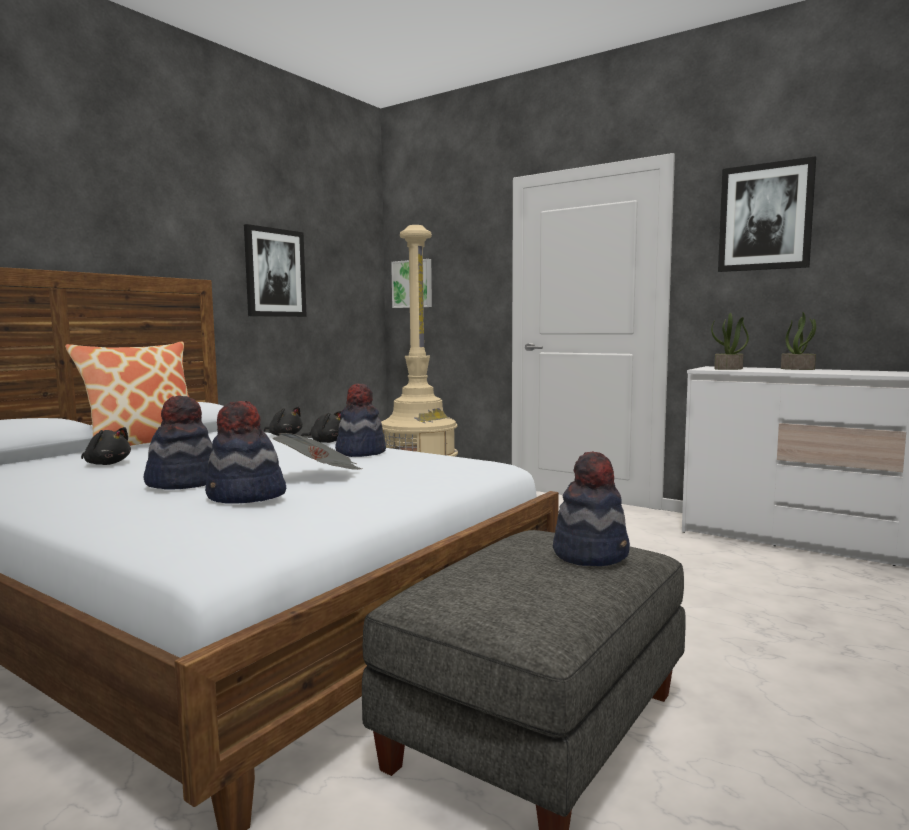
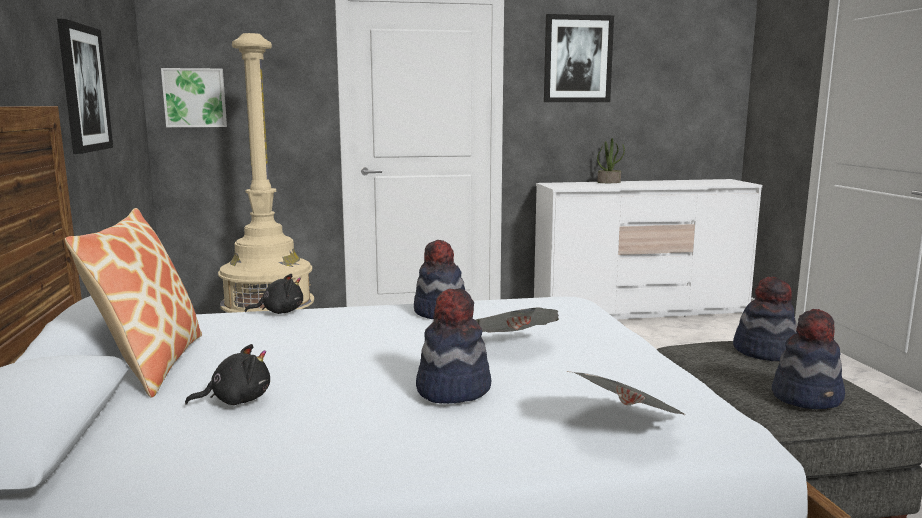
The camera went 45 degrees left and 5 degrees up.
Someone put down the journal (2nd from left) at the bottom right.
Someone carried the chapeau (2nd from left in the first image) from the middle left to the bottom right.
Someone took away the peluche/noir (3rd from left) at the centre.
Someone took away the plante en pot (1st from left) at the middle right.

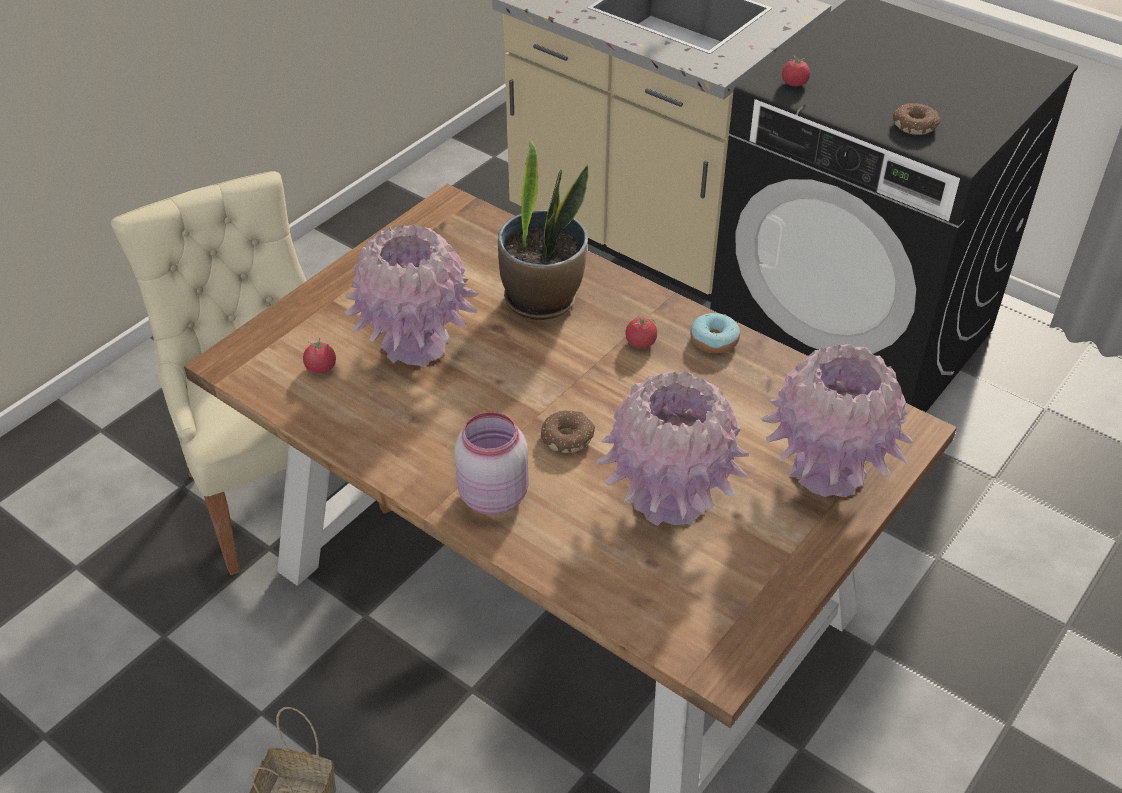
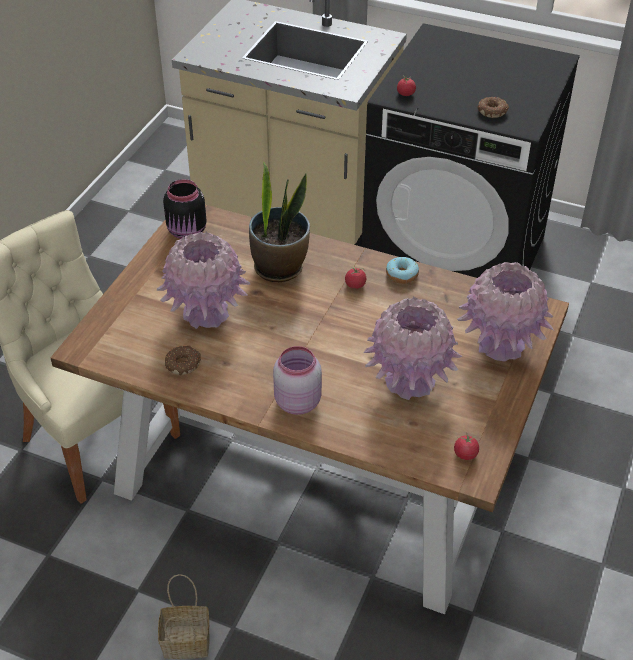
The camera went 15 degrees left and 0 degrees up.
Someone put down the bocal/noir at the top left.
Someone carried the beignet (1st from left) from the centre to the middle left.
Someone carried the tomate (1st from left in the first image) from the middle left to the bottom right.

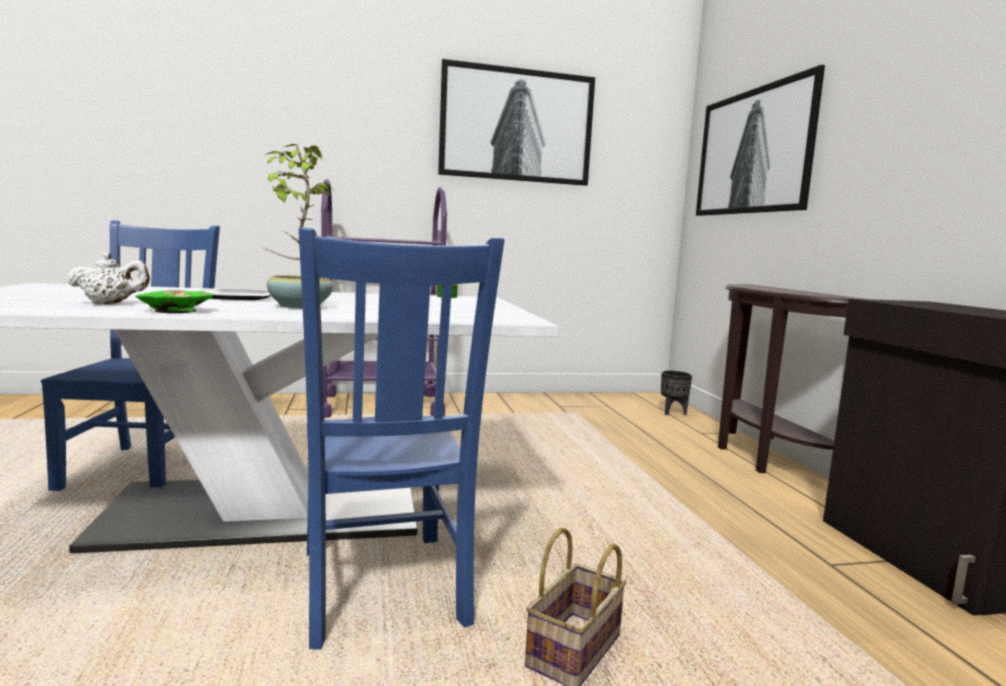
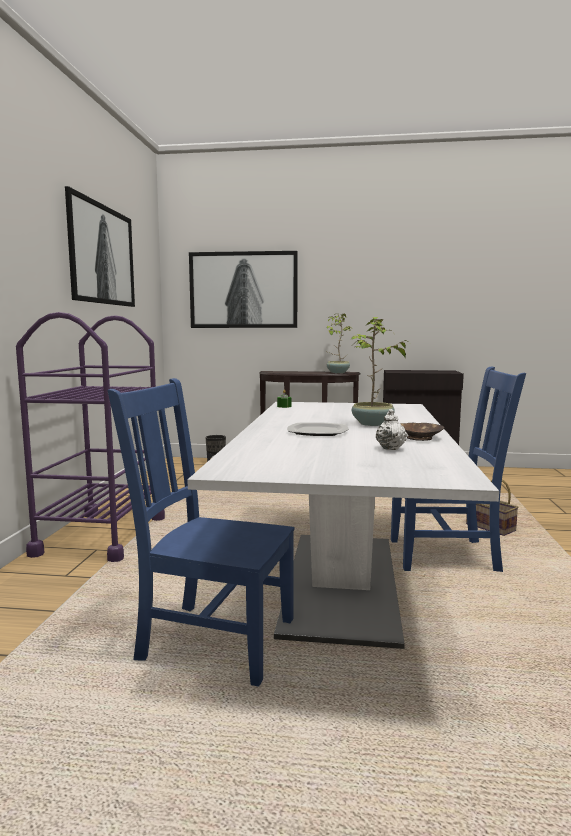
The camera went 70 degrees left and 0 degrees up.
Someone put down the plante en pot (1st from left) at the centre.
Someone repainted the bol/vert at the middle left, which became the bol/marron at the middle right.

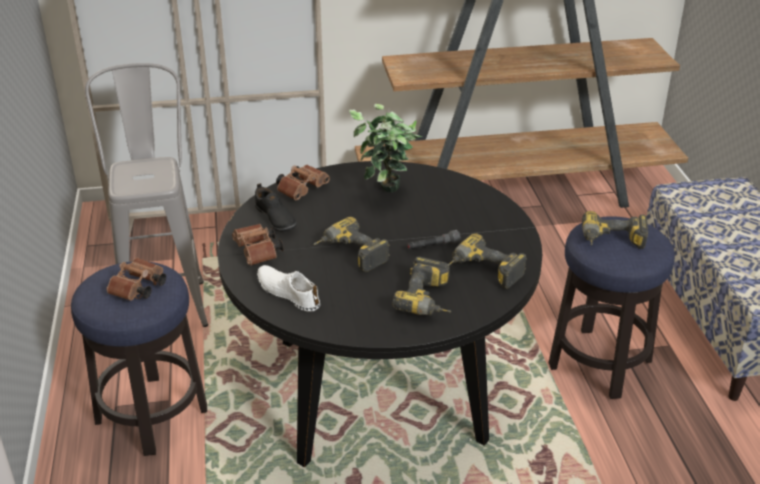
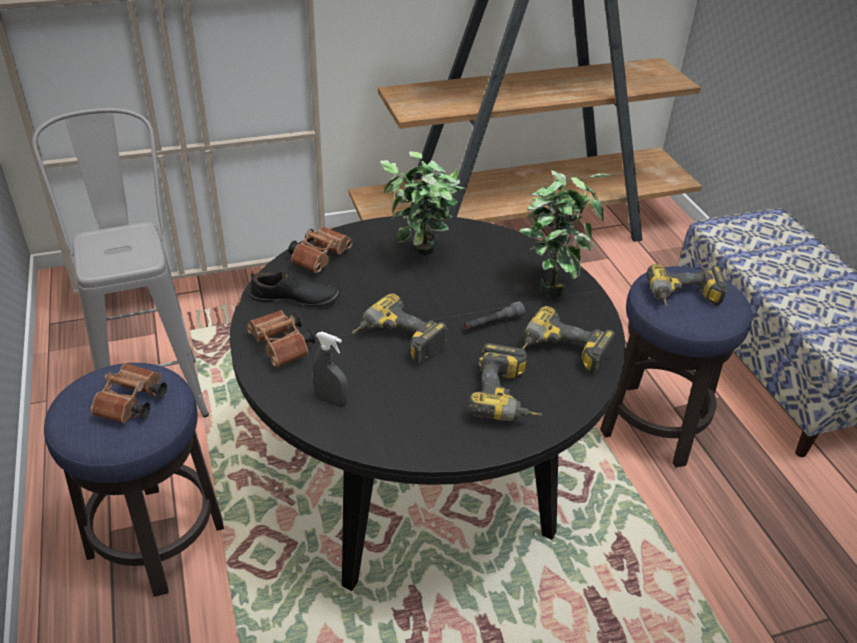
The camera went 10 degrees left and 5 degrees up.
Someone rotated the chaussure/noir at the centre by 45 degrees counterclockwise.
Someone swapped the chaussure/blanc at the centre for the vaporisateur/gris at the centre.
Someone put down the plante en pot (2nd from left) at the centre.

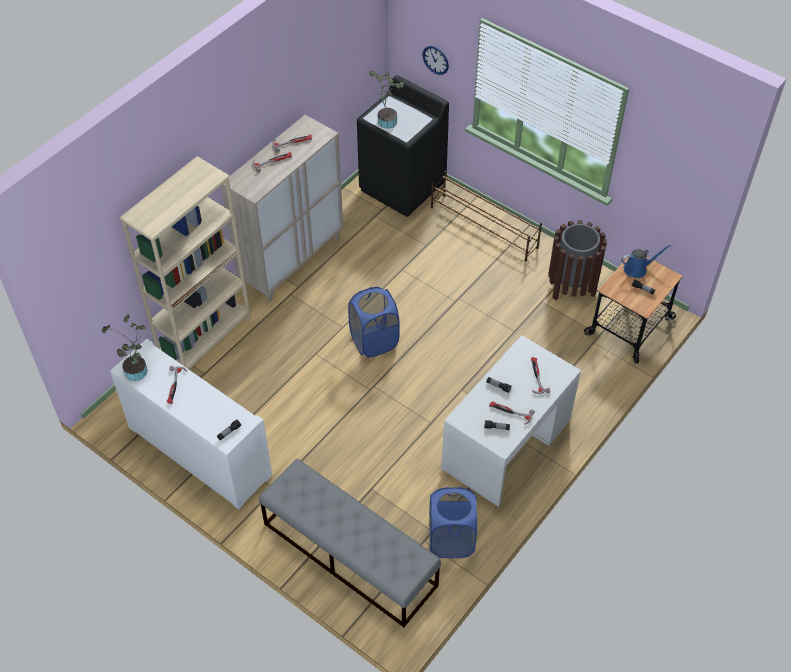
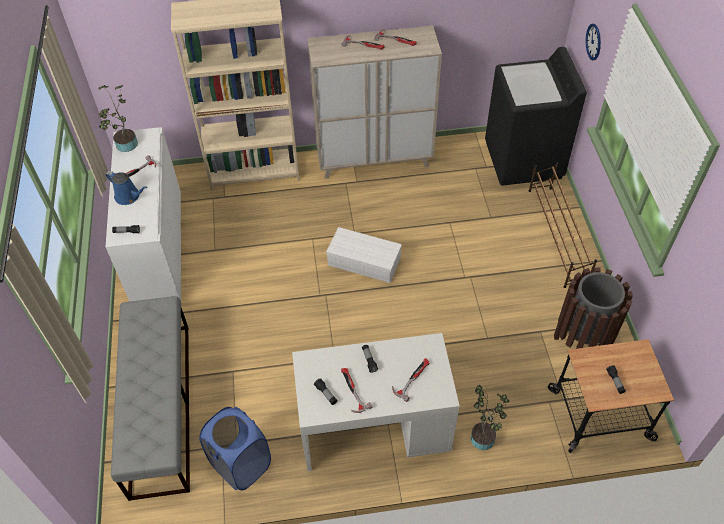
The camera went 45 degrees right and 0 degrees up.
Someone carried the arrosoir/bleu from the middle right to the middle left.
Someone swapped the panier à linge/bleu (1st from left) at the centre for the boîte de rangement/blanc at the centre.
Someone carried the plante en pot (2nd from left) from the top centre to the bottom right.

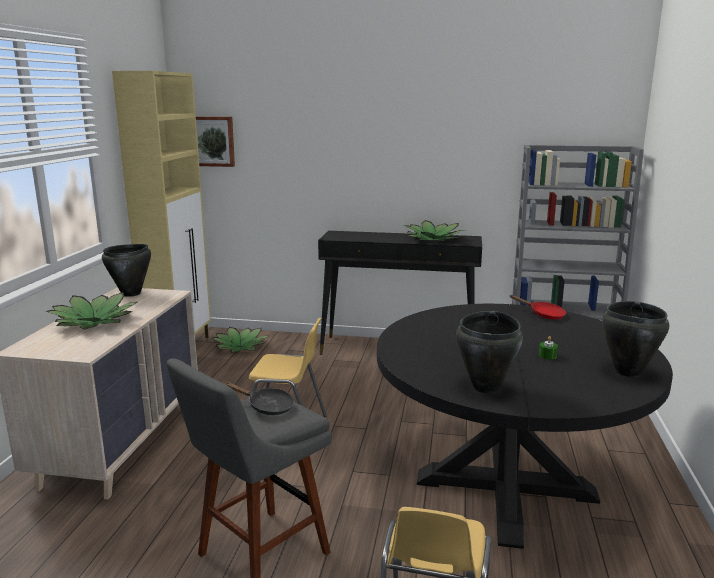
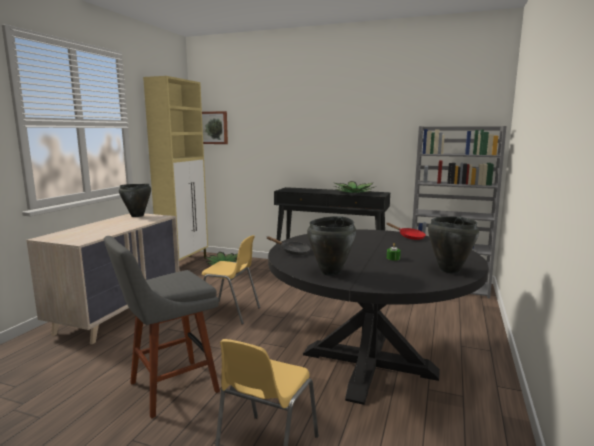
The camera went 10 degrees right and 5 degrees down.
Someone carried the poêle/noir from the bottom centre to the centre.
Someone took away the plante en pot (1st from left) at the middle left.

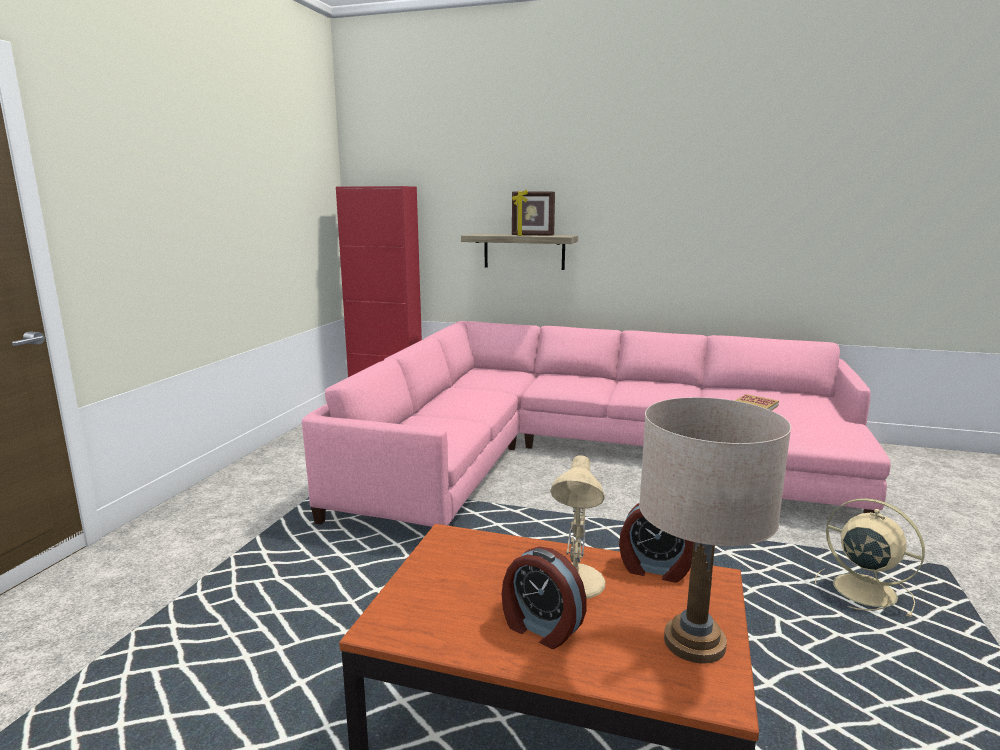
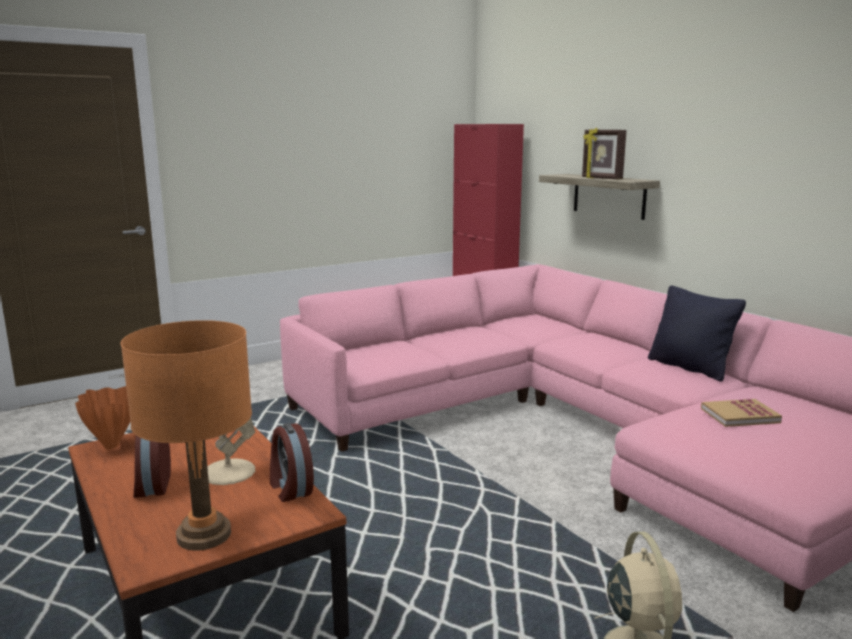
The camera went 40 degrees right and 0 degrees up.
Someone put down the vase/orange at the middle left.
Someone repainted the lampe de table/beige (2nd from left) at the bottom right, which became the lampe de table/orange at the bottom left.
Someone put down the coussin/noir at the middle right.

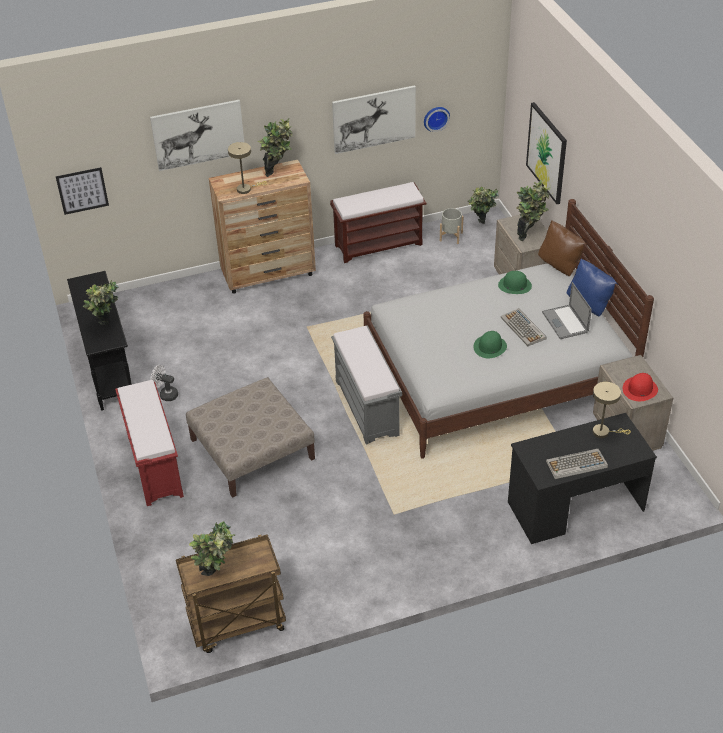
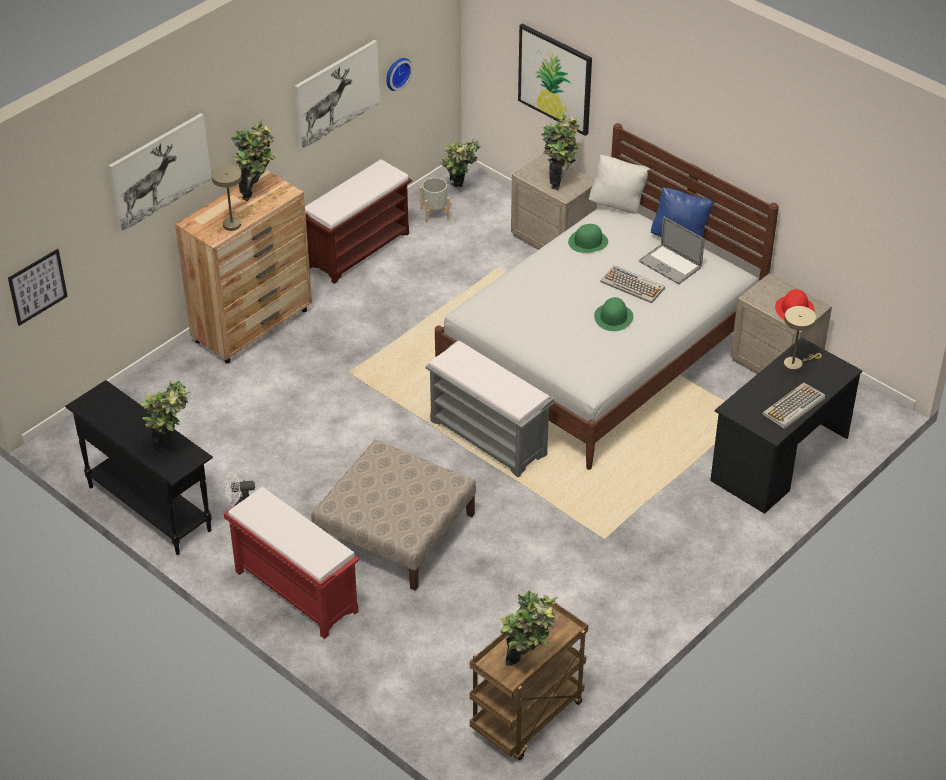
The camera went 30 degrees left and 0 degrees up.
Someone repainted the coussin/marron at the middle right, which became the coussin/blanc at the top centre.

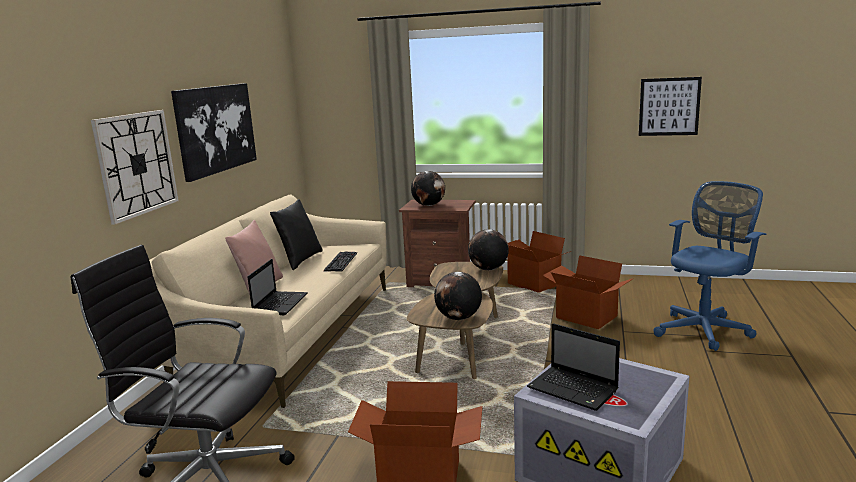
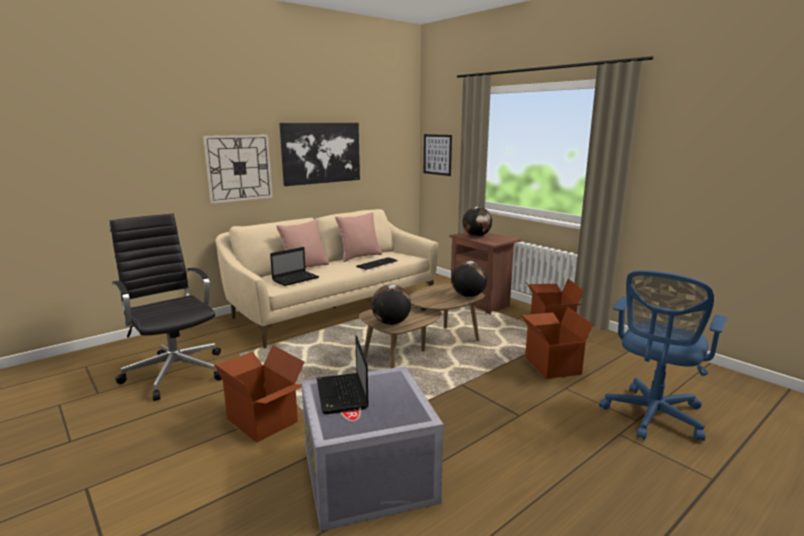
The camera went 35 degrees right and 0 degrees up.
Someone repainted the coussin/noir at the centre, which became the coussin/rose (2nd from left) at the centre.
Someone carried the tableau (2nd from left) from the top right to the top centre.
Someone rotated the chaise de bureau/bleu at the middle right by 135 degrees clockwise.

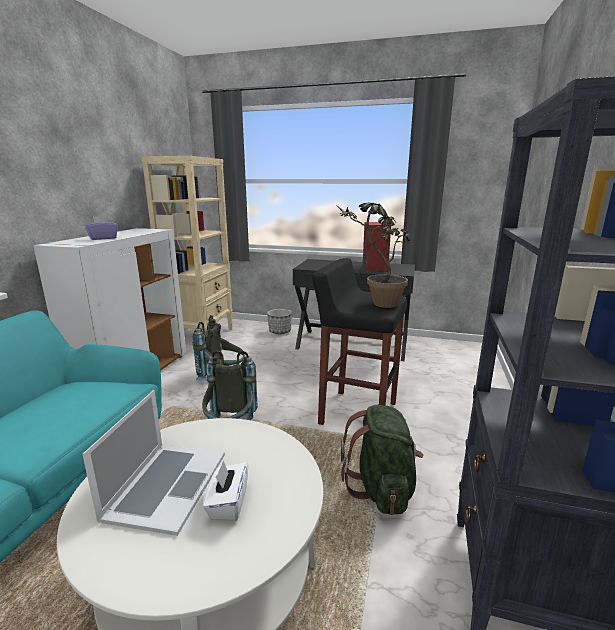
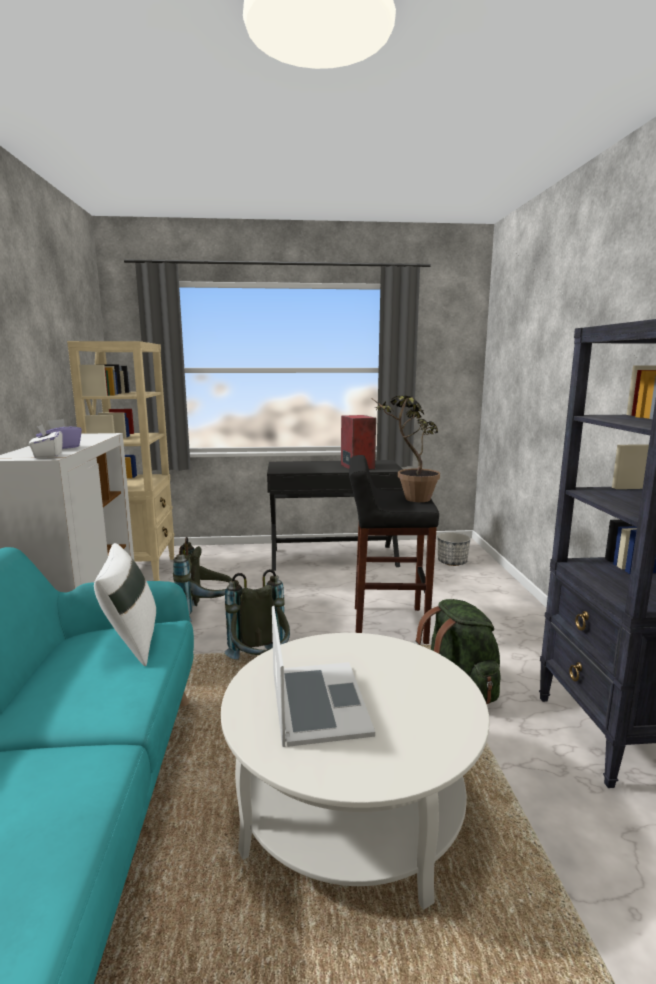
The camera went 20 degrees left and 5 degrees down.
Someone carried the boîte à mouchoirs/blanc from the bottom centre to the middle left.
Someone put down the coussin/blanc at the middle left.
Someone carried the cache-pot from the centre to the middle right.

